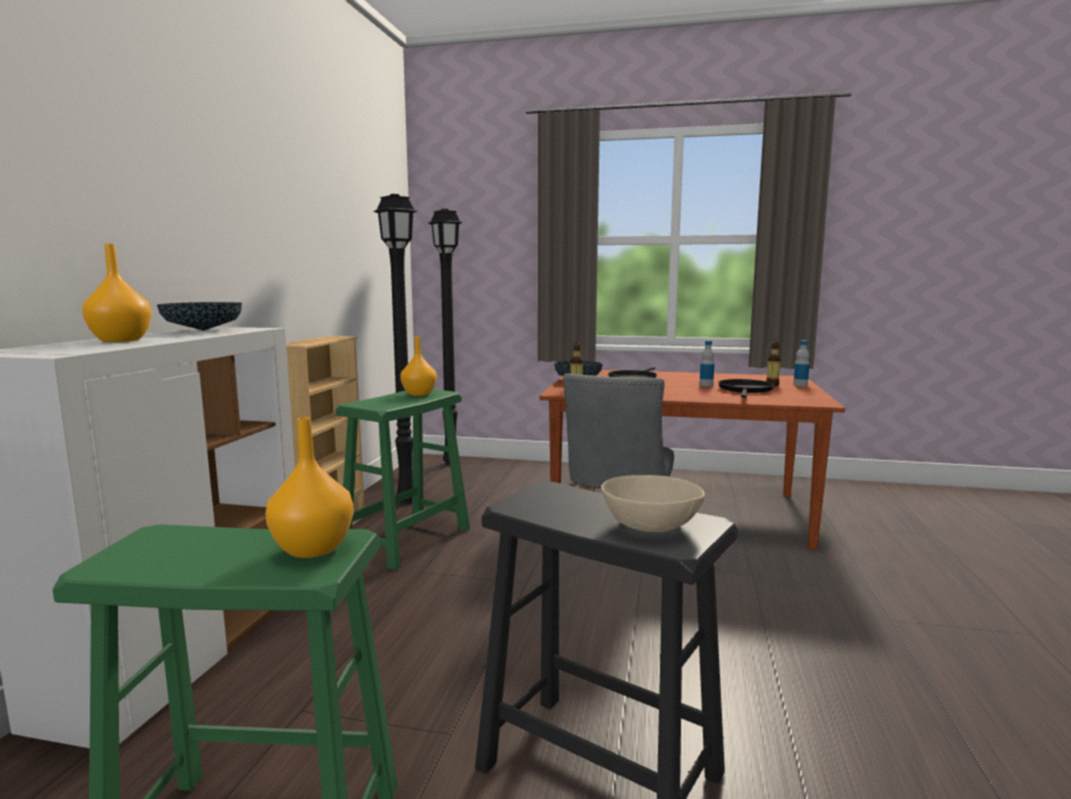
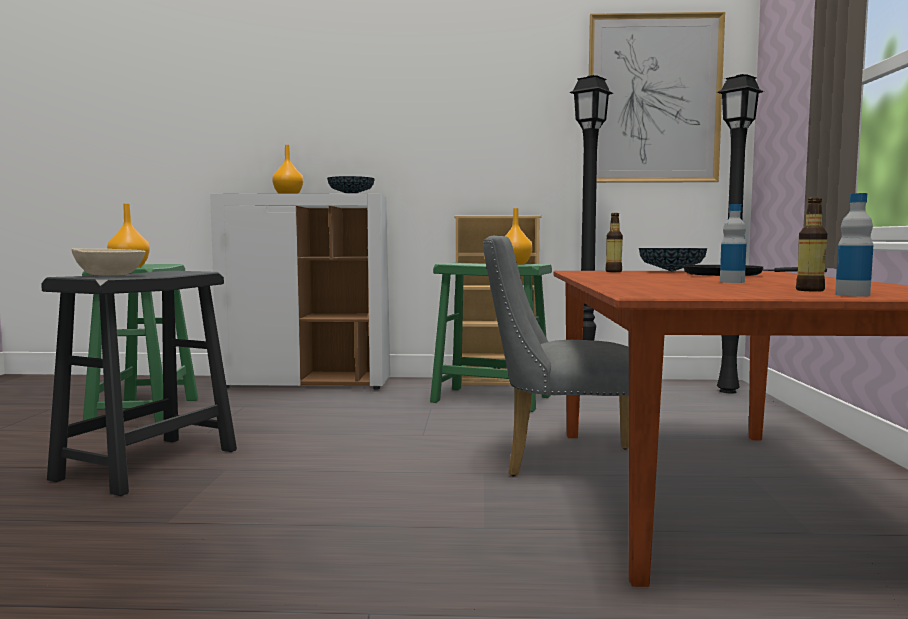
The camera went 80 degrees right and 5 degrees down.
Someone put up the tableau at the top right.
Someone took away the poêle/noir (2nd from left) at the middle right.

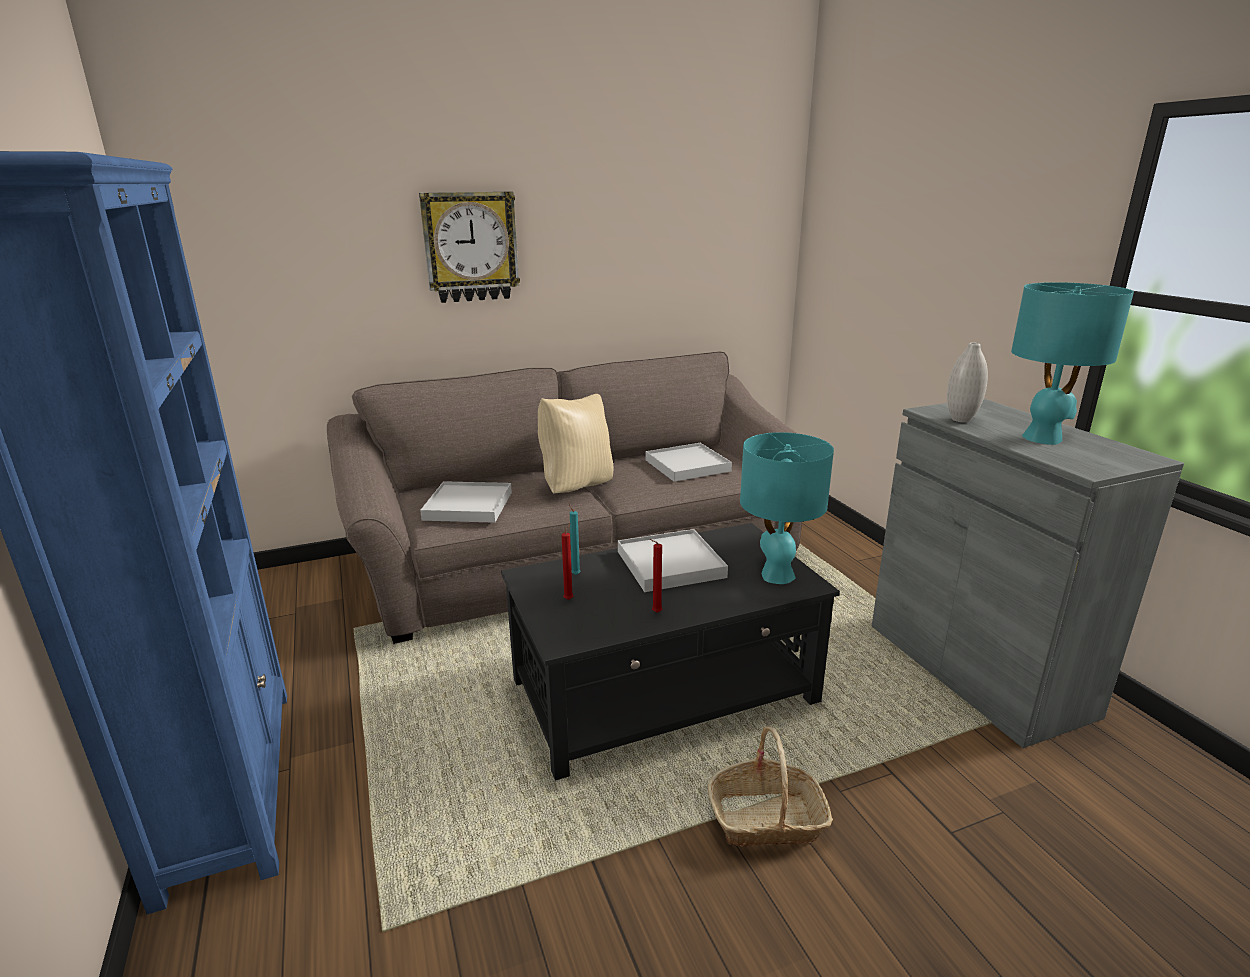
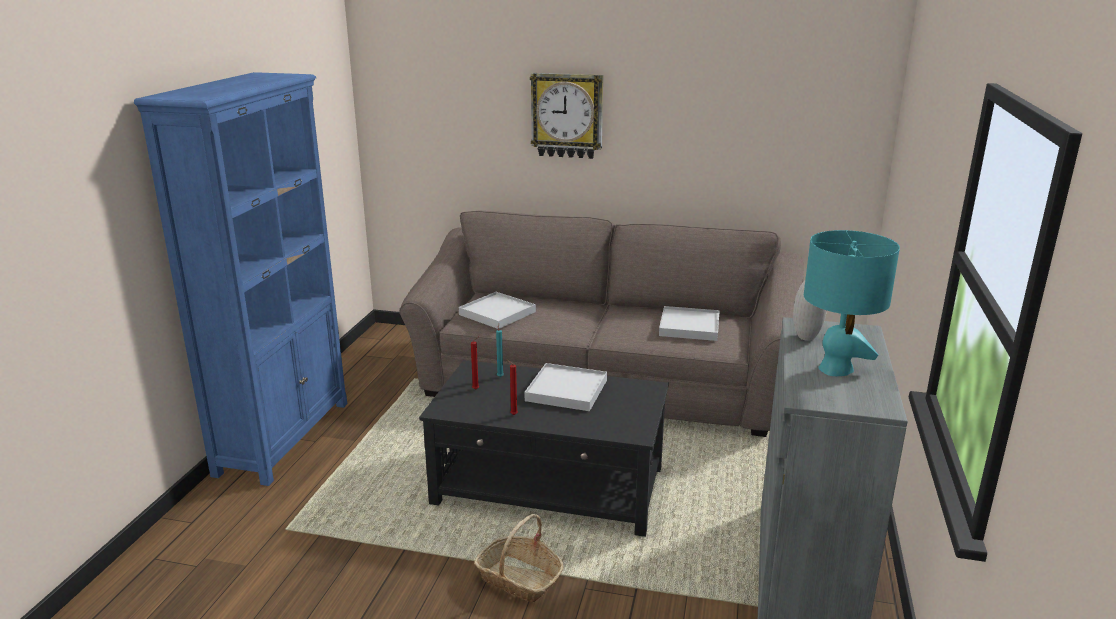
The camera went 35 degrees right and 0 degrees up.
Someone took away the coussin/beige at the centre.
Someone took away the lampe de table/turquoise (1st from left) at the centre.

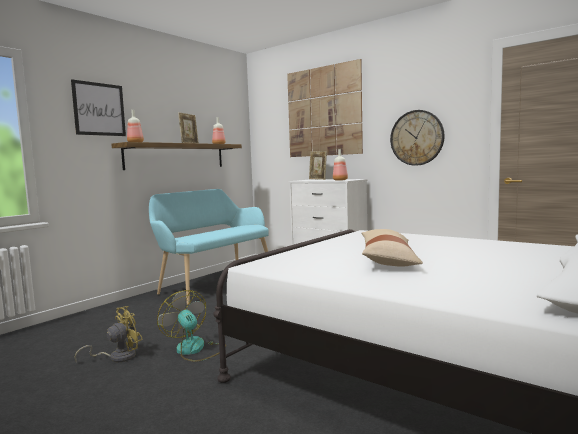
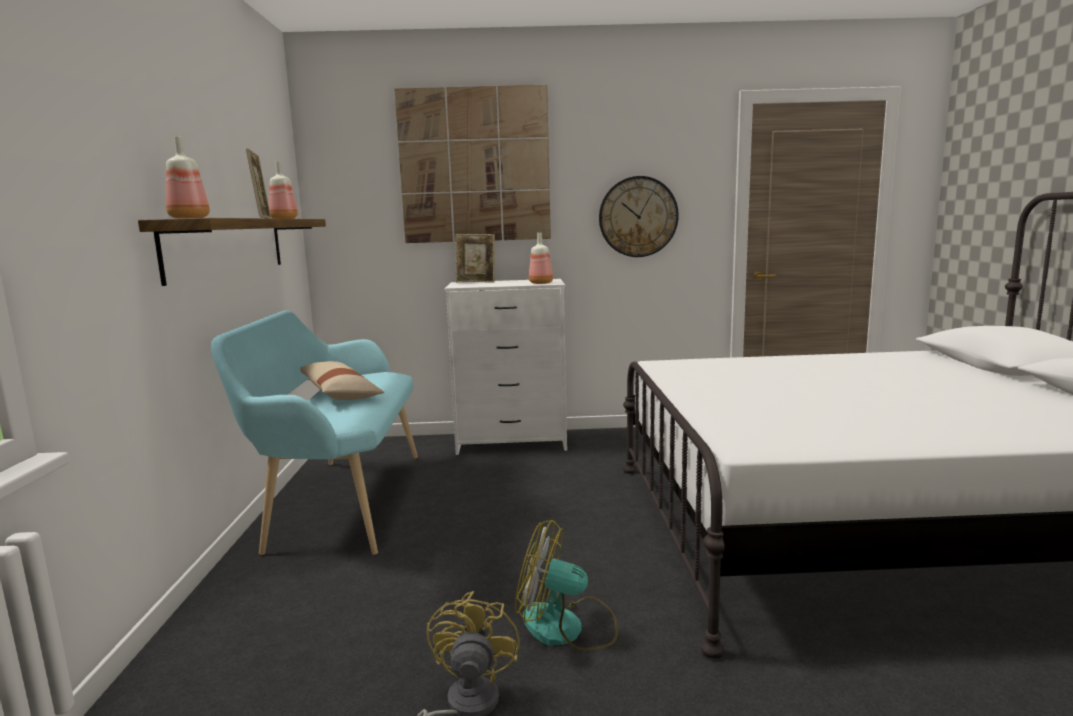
The camera went 40 degrees left and 5 degrees up.
Someone carried the coussin/beige from the middle right to the middle left.
Someone took away the tableau (1st from left) at the top left.

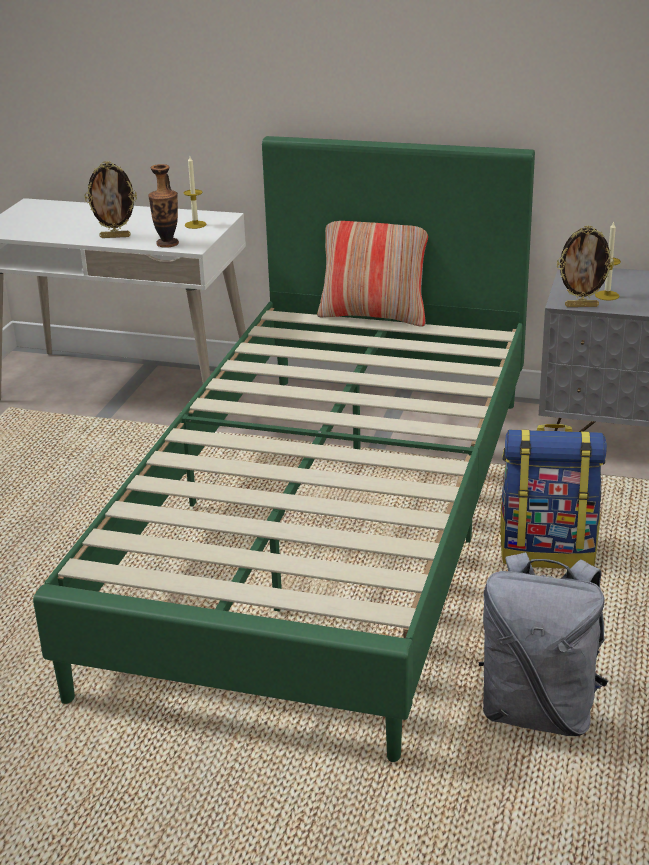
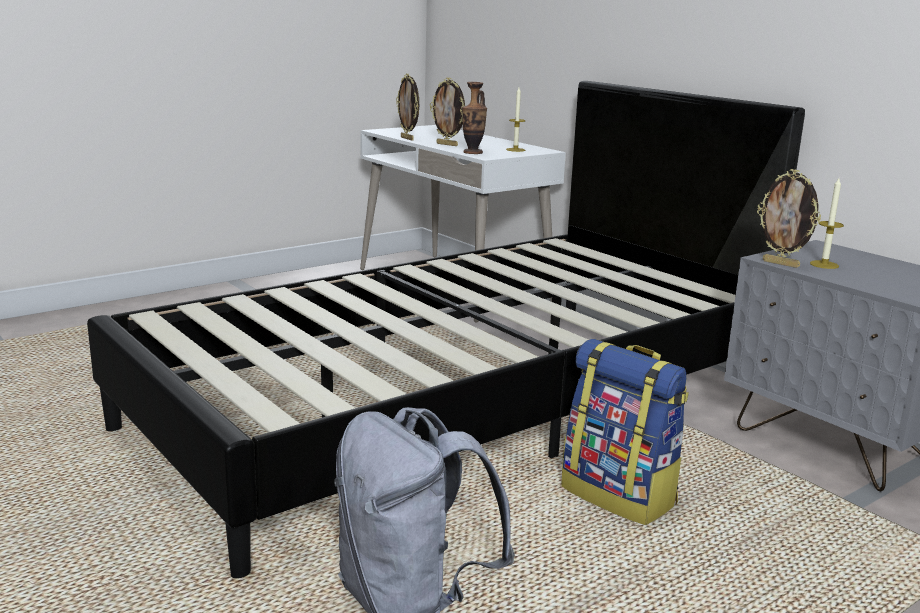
The camera went 35 degrees right and 10 degrees down.
Someone repainted the lit/vert at the centre, which became the lit/noir at the centre.
Someone put down the cadre photo (1st from left) at the top centre.
Someone took away the coussin at the top centre.

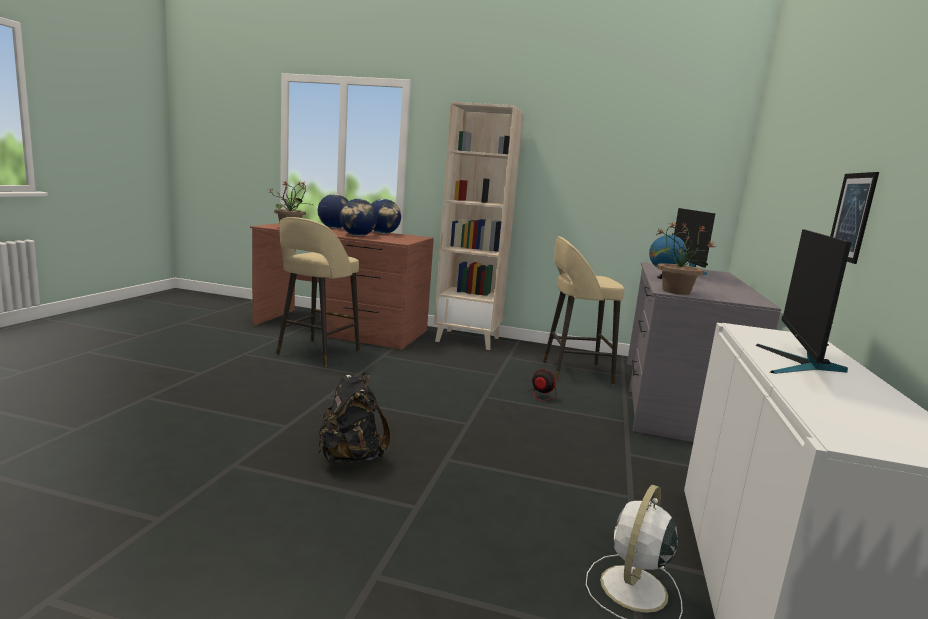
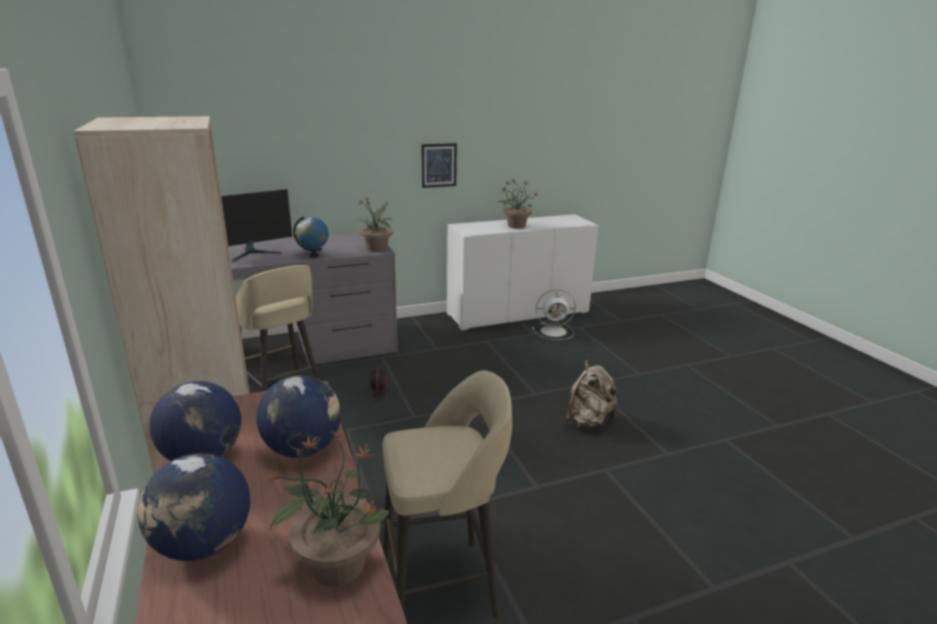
The camera went 125 degrees left and 10 degrees up.
Someone swapped the écran d'ordinateur (2nd from left) at the middle right for the plante en pot (3rd from left) at the top centre.
Someone repainted the sac à dos/noir at the bottom centre, which became the sac à dos/beige at the centre.

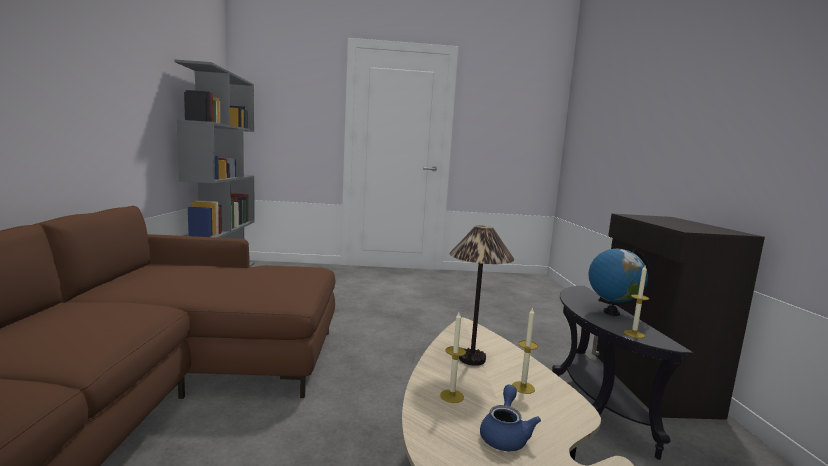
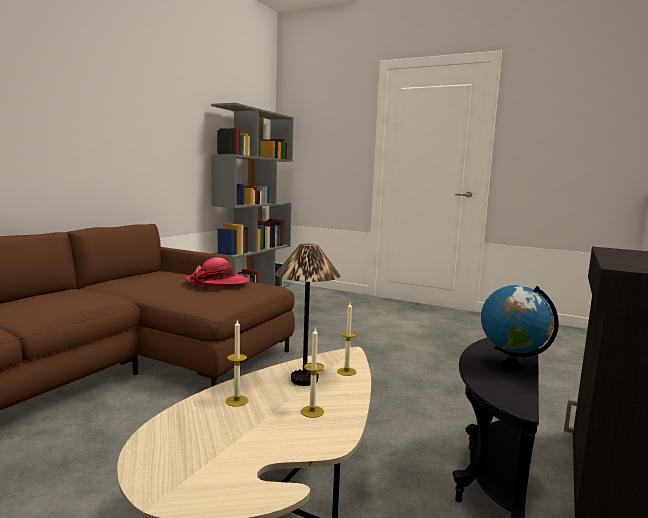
The camera went 30 degrees right and 0 degrees up.
Someone put down the chapeau at the centre.
Someone carried the bougie (3rd from left) from the middle right to the centre.
Someone took away the théière/bleu at the bottom centre.

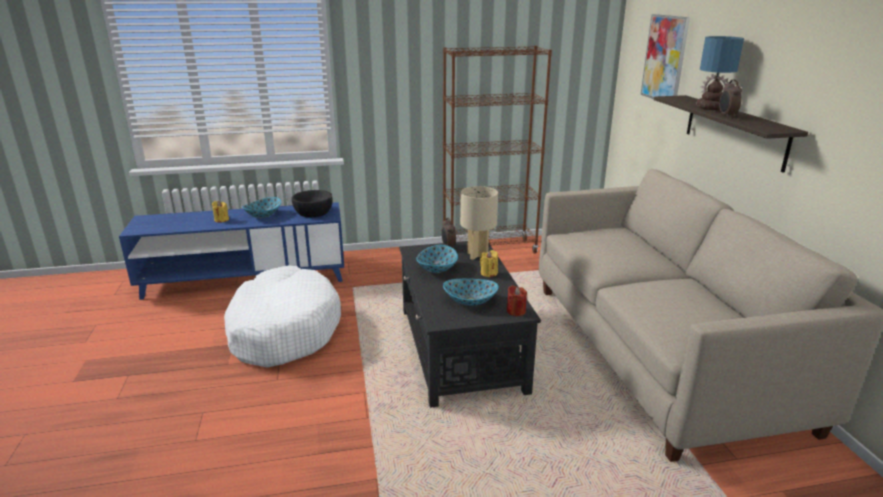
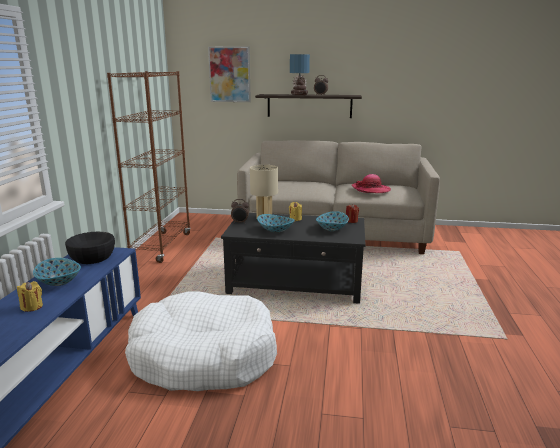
The camera went 70 degrees left and 5 degrees down.
Someone put down the chapeau at the centre.

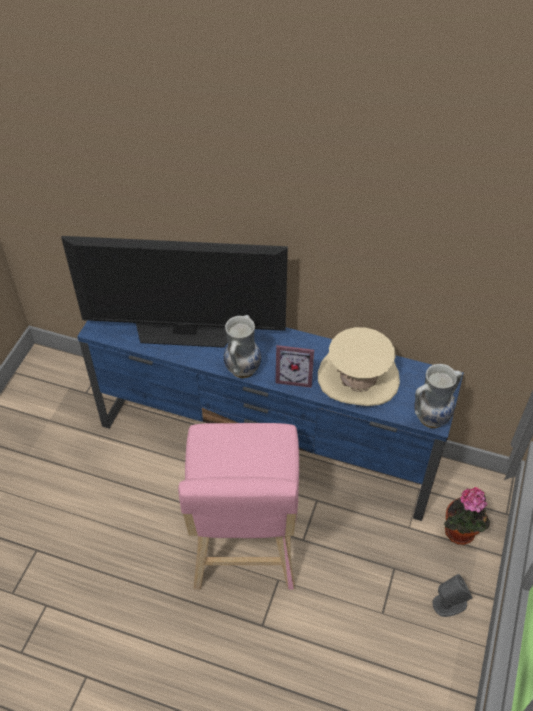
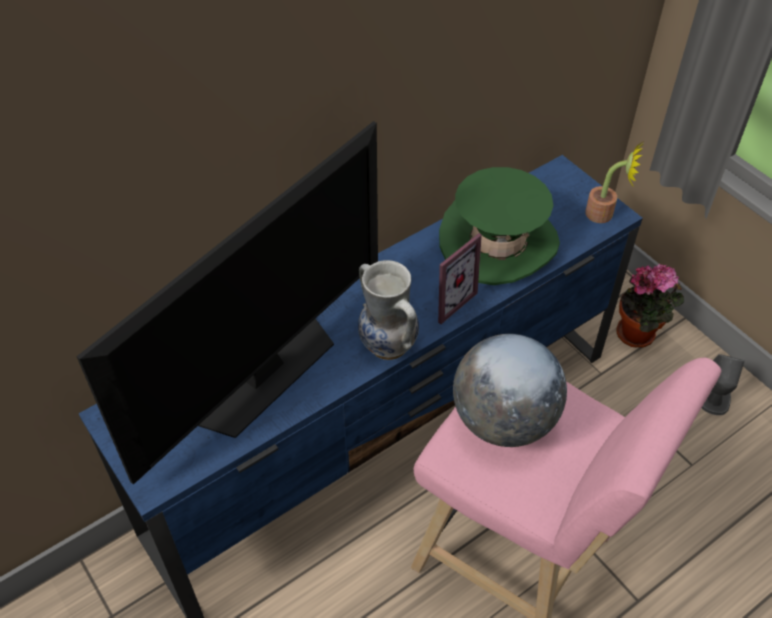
The camera went 55 degrees left and 0 degrees up.
Someone repainted the chapeau/beige at the middle right, which became the chapeau/vert at the centre.
Someone put down the globe at the centre.
Someone swapped the vase (2nd from left) at the middle right for the plante en pot (1st from left) at the top right.

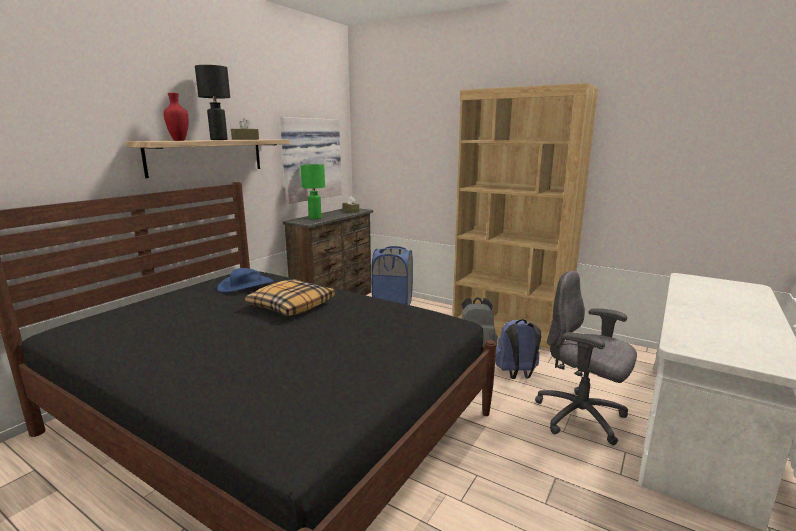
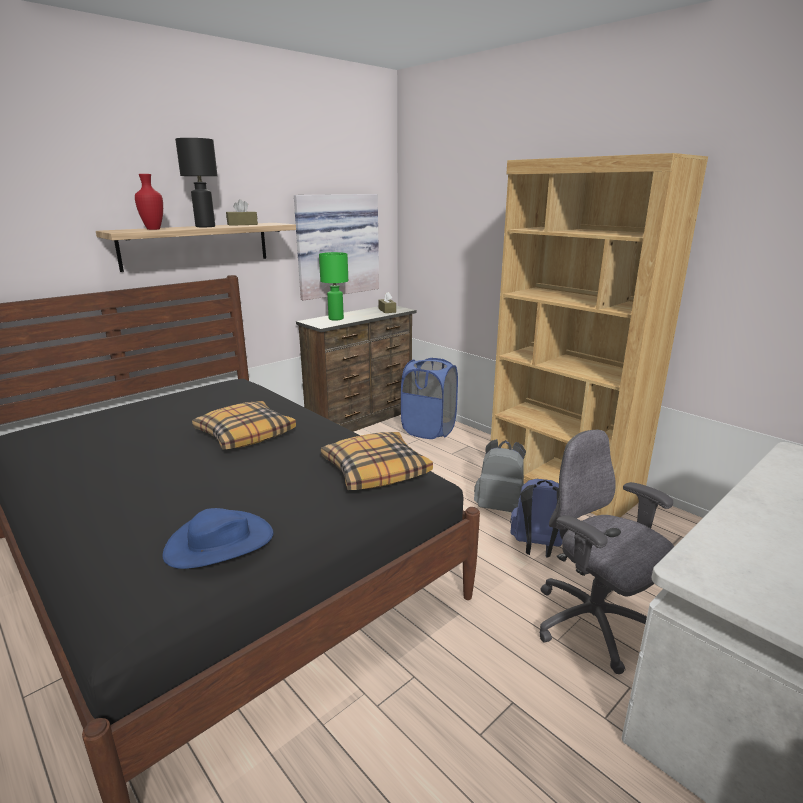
The camera went 15 degrees right and 5 degrees up.
Someone carried the chapeau/bleu from the middle left to the bottom left.
Someone put down the coussin (2nd from left) at the centre.

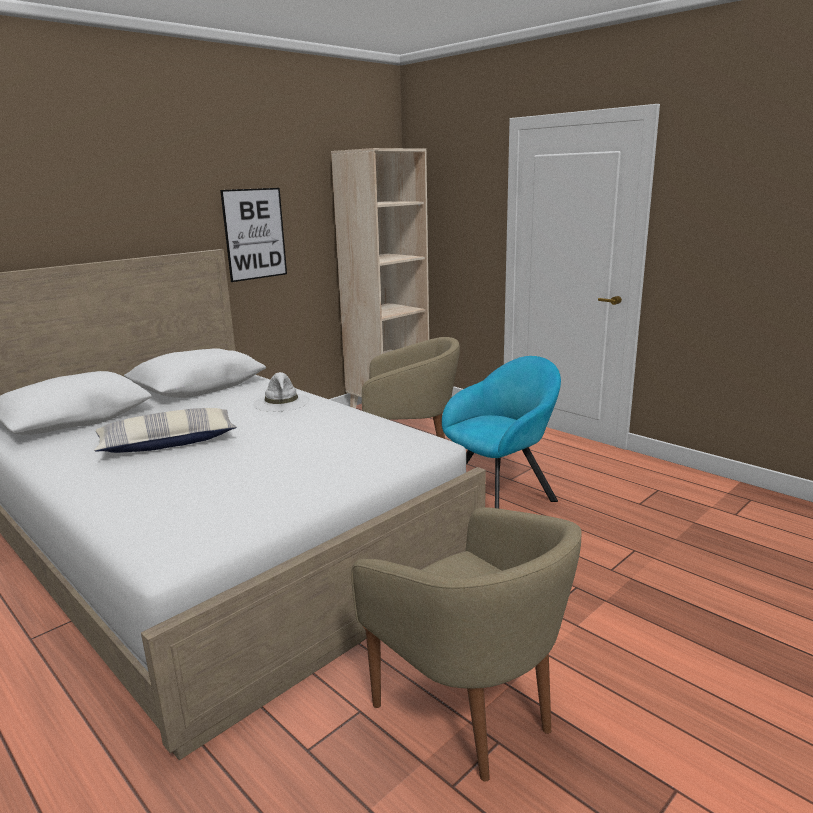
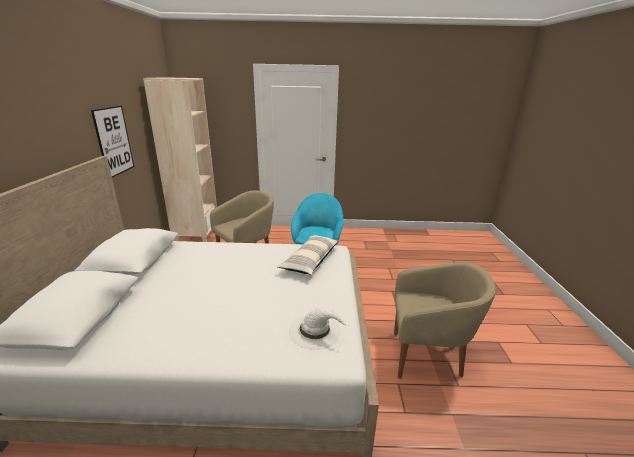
The camera went 45 degrees left and 5 degrees up.
Someone carried the coussin from the middle left to the centre.
Someone carried the chapeau/blanc from the centre to the bottom centre.

